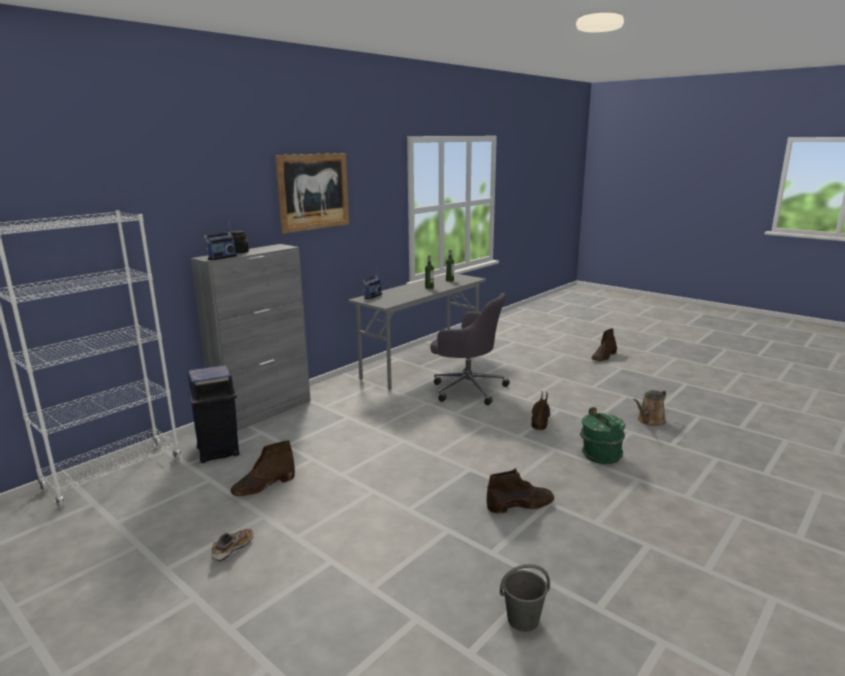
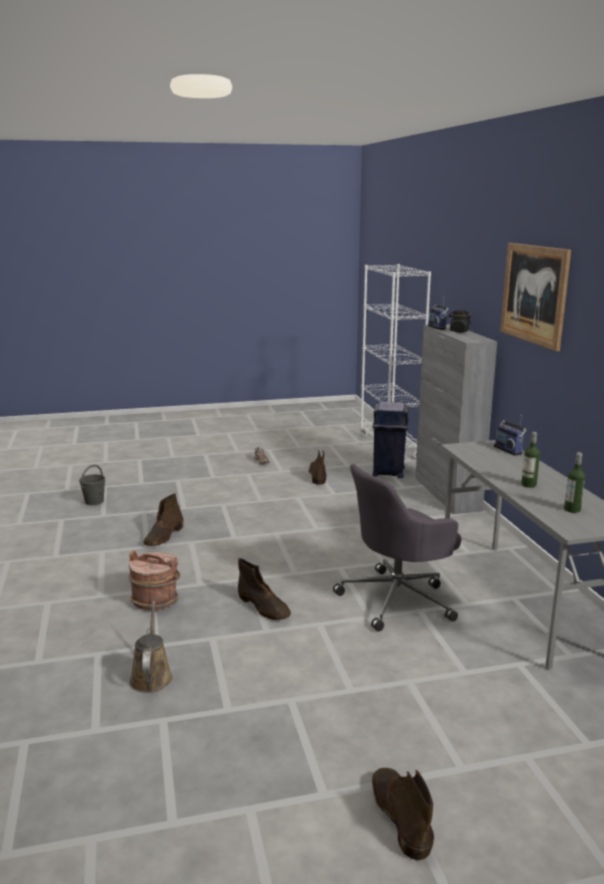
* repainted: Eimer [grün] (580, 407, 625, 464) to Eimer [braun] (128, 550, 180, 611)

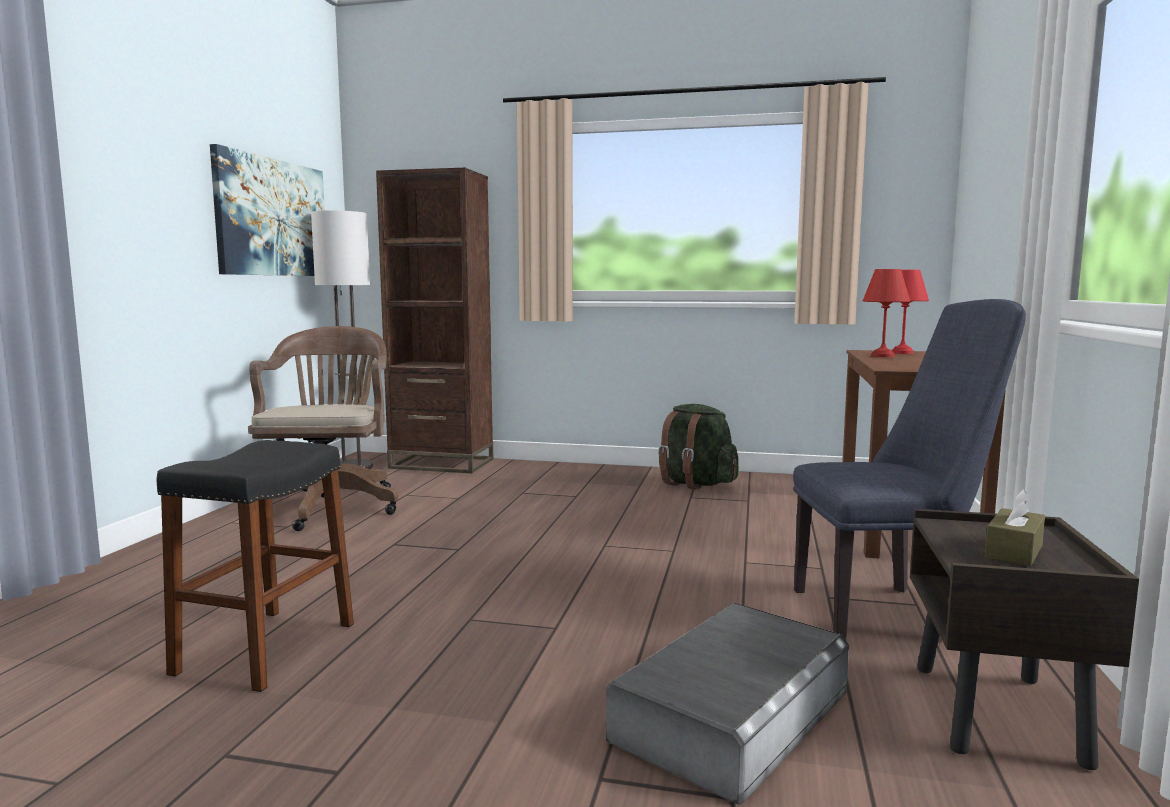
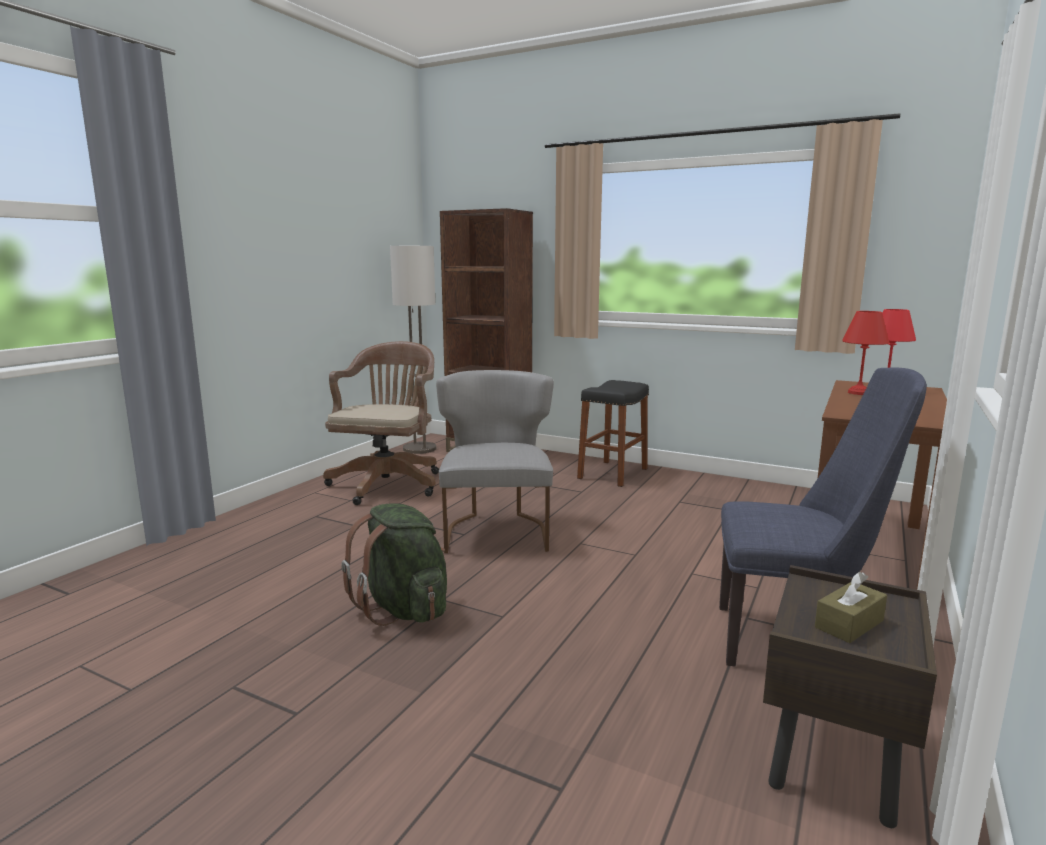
* shifted: Rucksack [grün] (658, 404, 739, 490) to (341, 503, 447, 626)
* new: Stuhl [grau] (436, 370, 554, 553)
* shifted: Hocker [schwarz] (157, 440, 354, 692) to (577, 380, 649, 487)
* gone: Bild (210, 144, 325, 276)
* gone: Aufbewahrungsbox [grau] (606, 603, 849, 805)

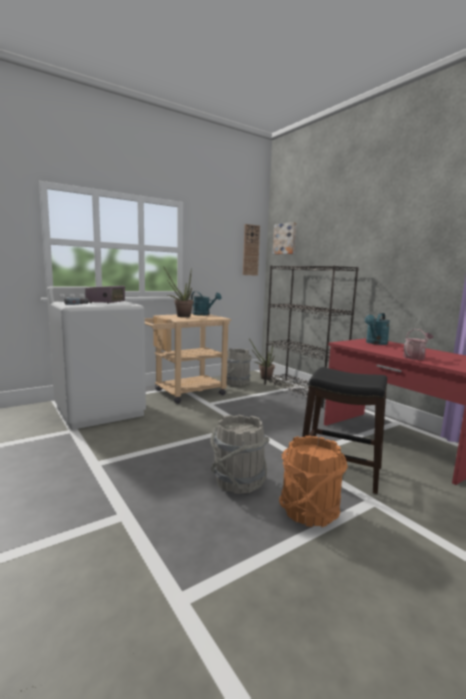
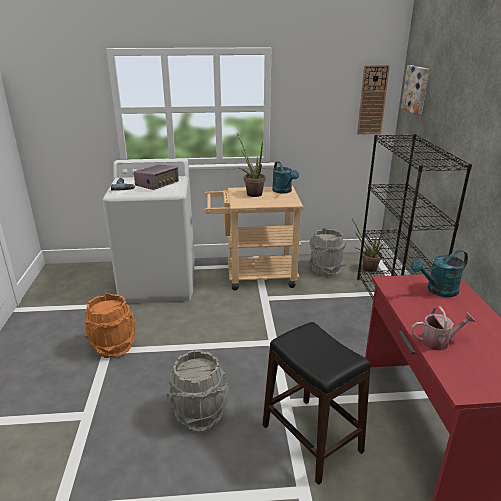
* shifted: Eimer [orange] (279, 436, 348, 527) to (85, 293, 135, 358)

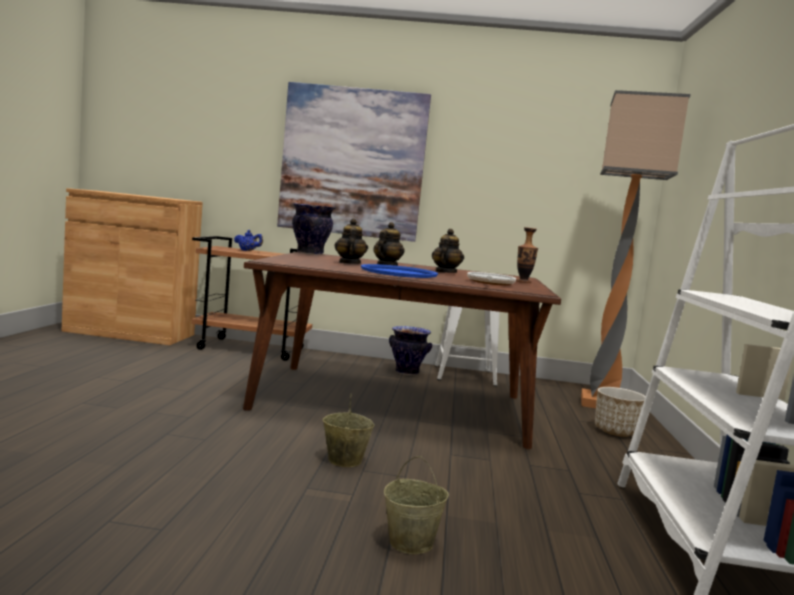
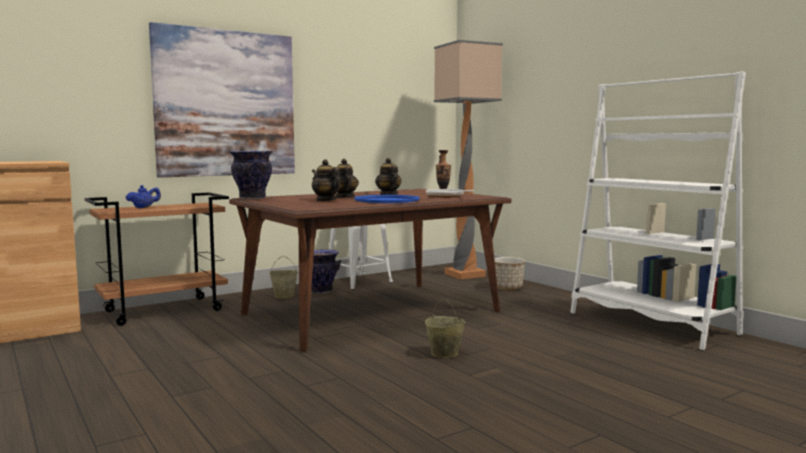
* shifted: Eimer [beige] (384, 456, 449, 554) to (269, 256, 298, 299)

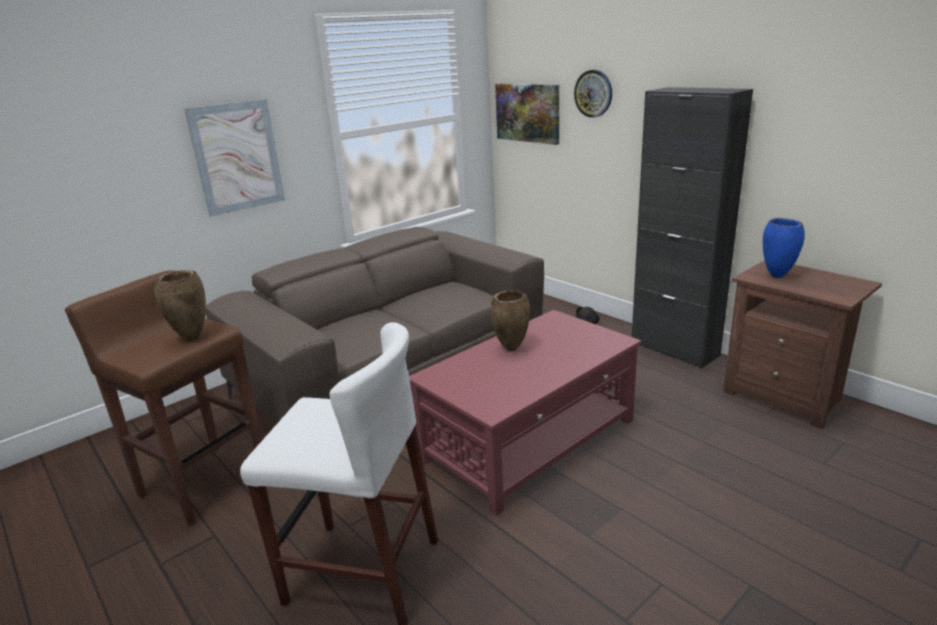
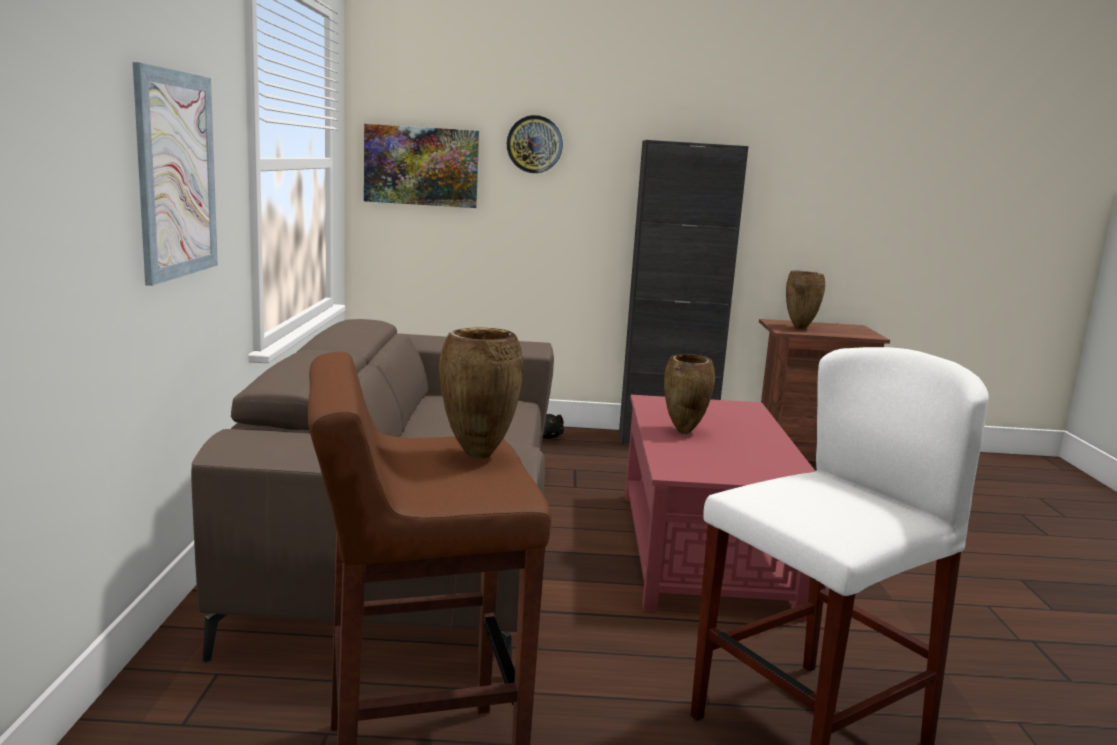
* repainted: Vase [blau] (763, 218, 805, 278) to Vase [braun] (786, 270, 825, 329)

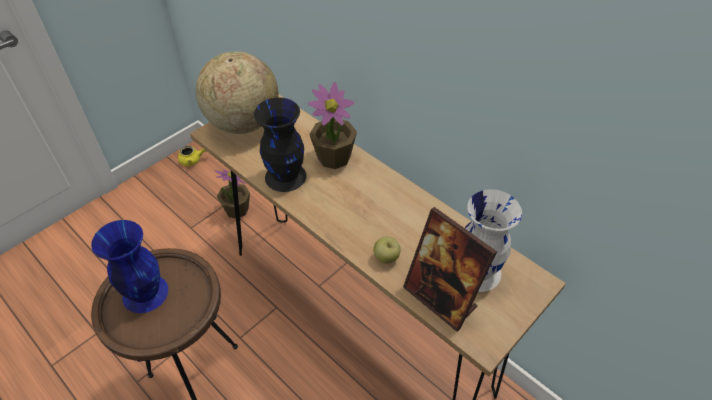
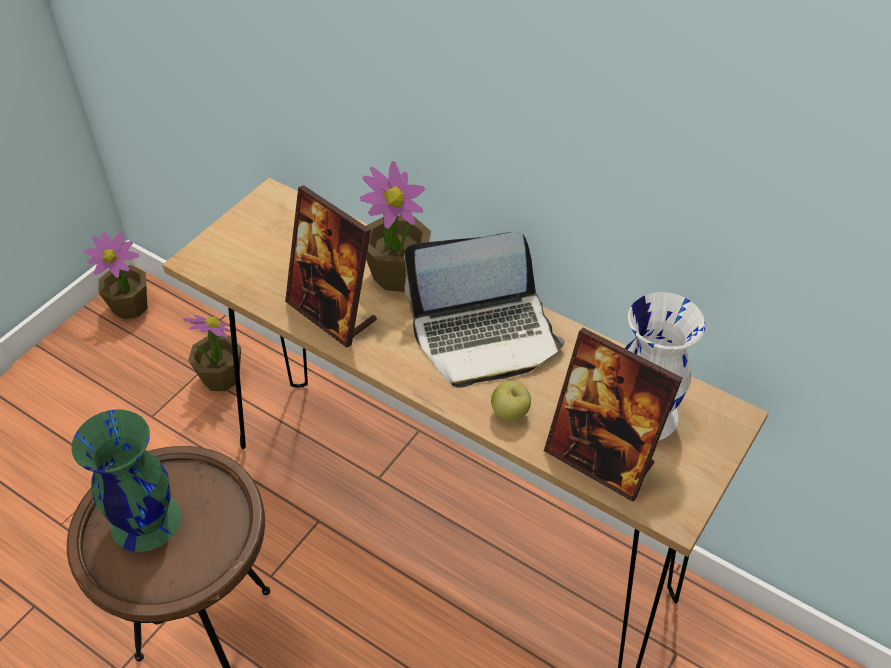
* repainted: Vase [blau] (91, 220, 168, 313) to Vase [grün] (71, 410, 181, 552)
* swapped: Teekanne [gelb] (178, 146, 207, 166) to Topfpflanze (84, 232, 147, 319)
* swapped: Vase [schwarz] (254, 98, 306, 192) to Bilderrahmen (285, 185, 377, 348)
* new: Laptop (404, 231, 565, 388)
* gone: Globus (196, 51, 279, 134)

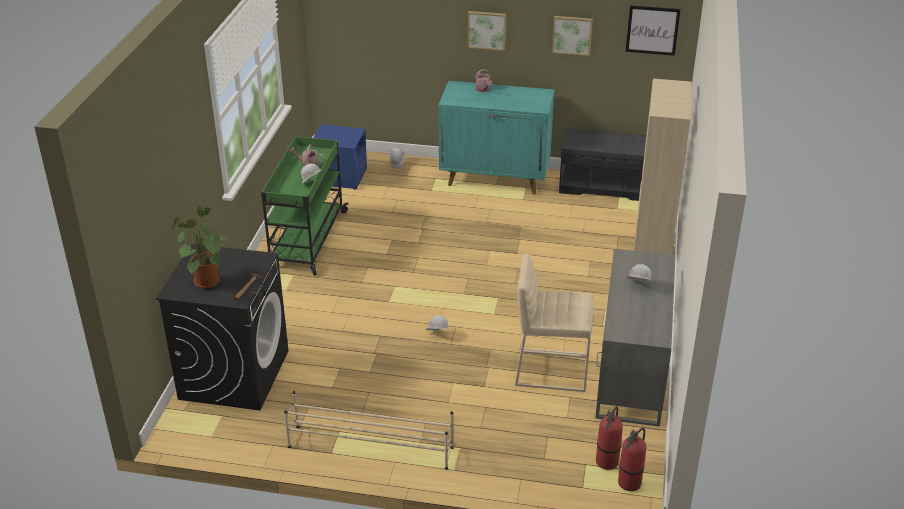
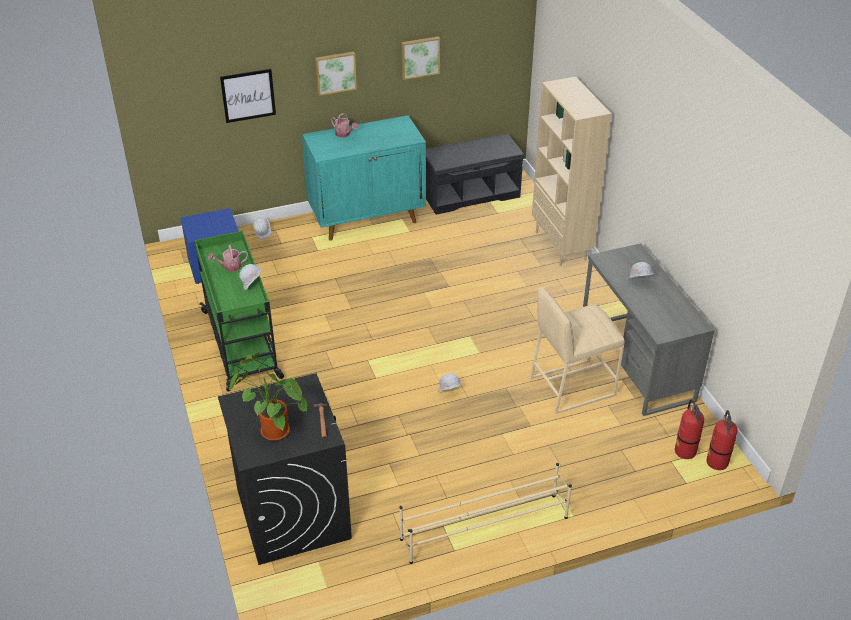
* shifted: Bild (626, 5, 680, 56) to (220, 69, 276, 123)

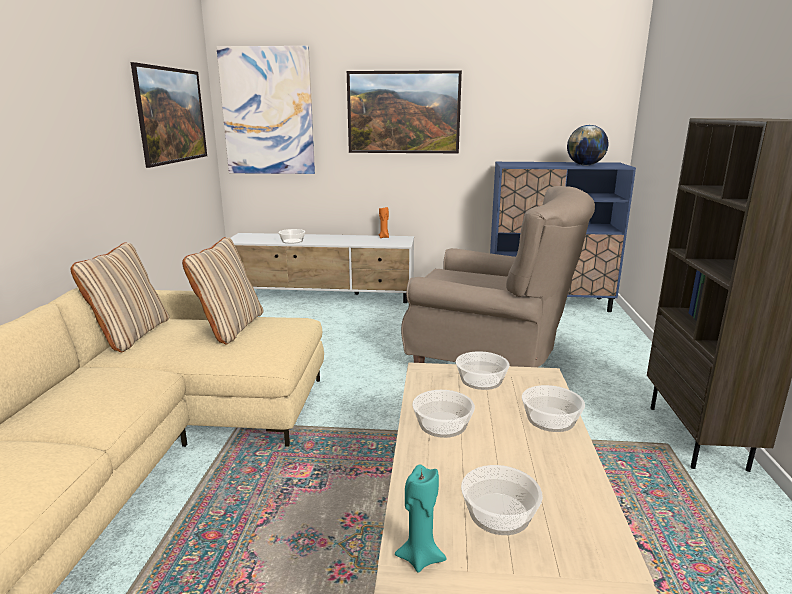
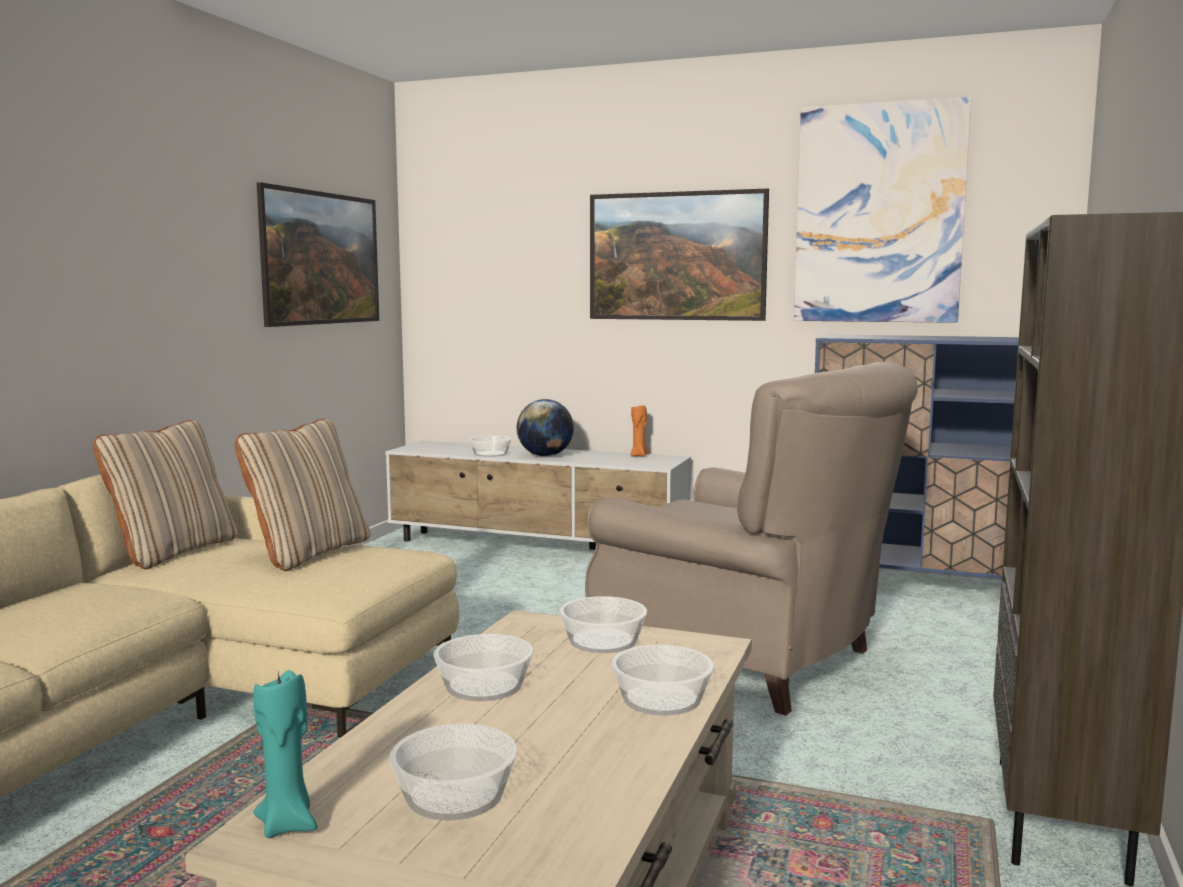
* shifted: Globus (567, 125, 608, 165) to (517, 399, 574, 456)
* shifted: Bild (216, 46, 315, 174) to (794, 97, 971, 323)

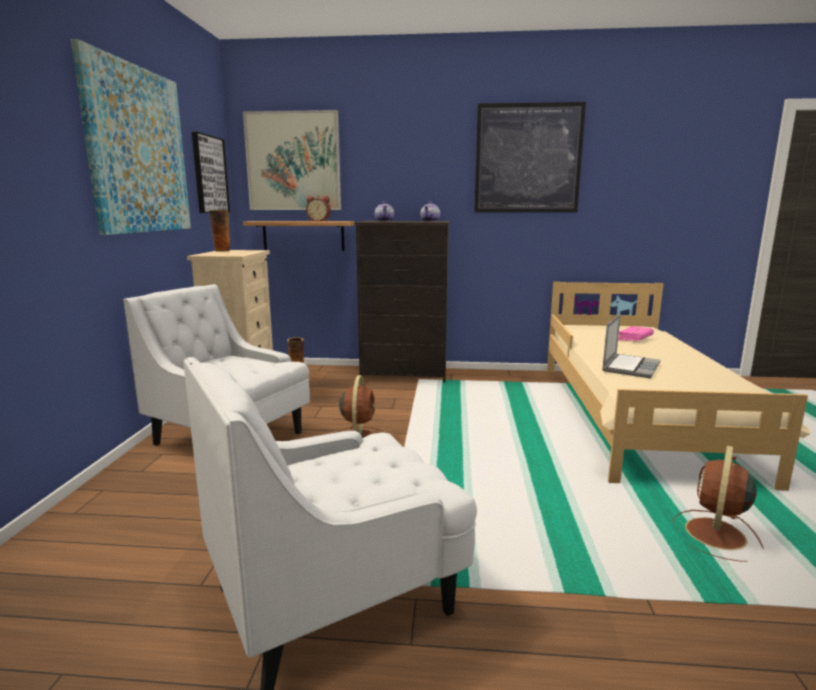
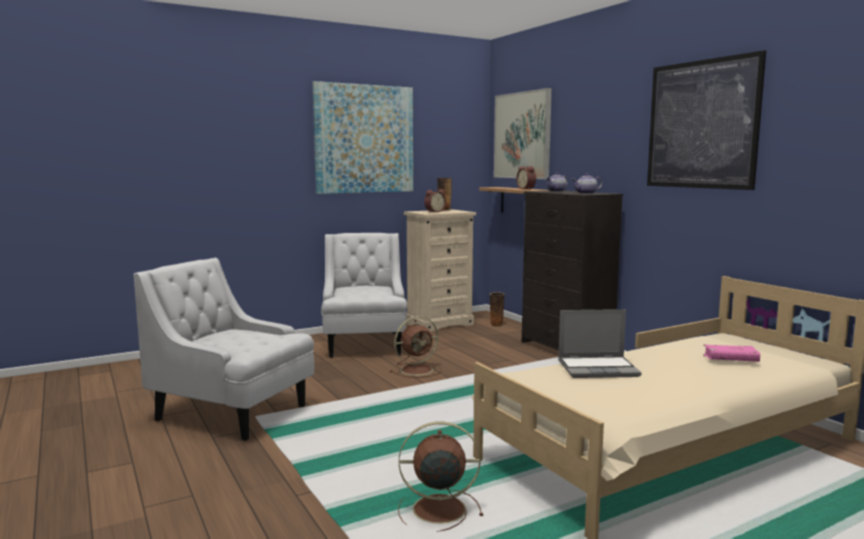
* new: Wecker (424, 189, 446, 213)
* gone: Bild (192, 132, 230, 213)

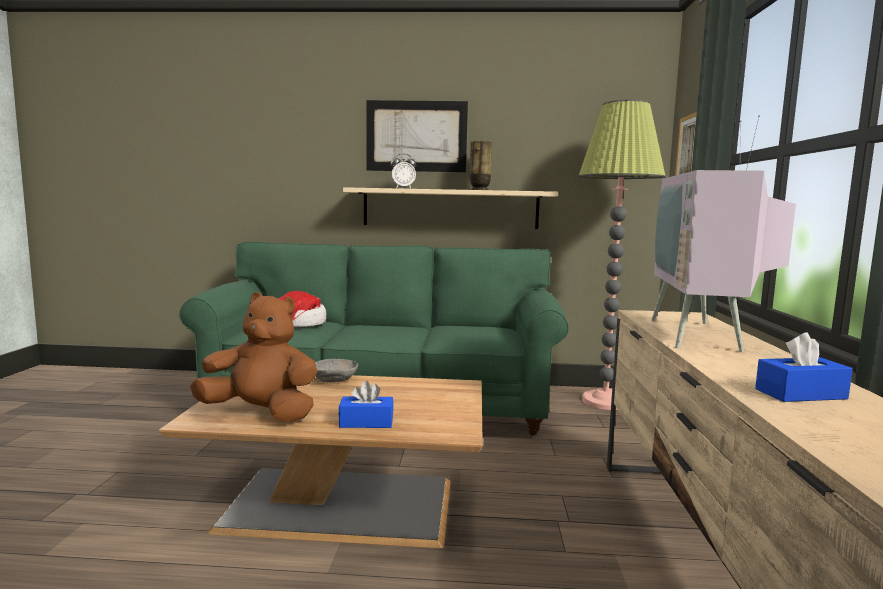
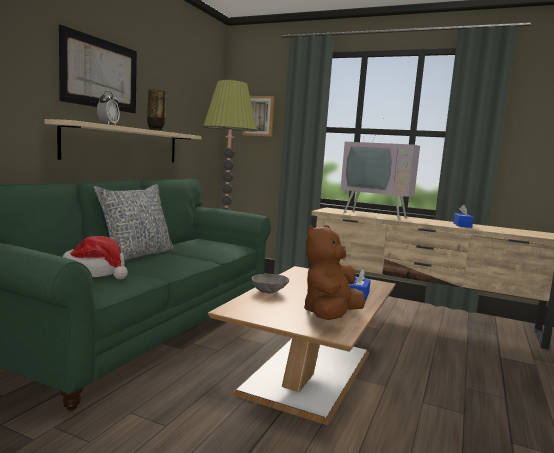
* new: Kissen (93, 184, 174, 262)

